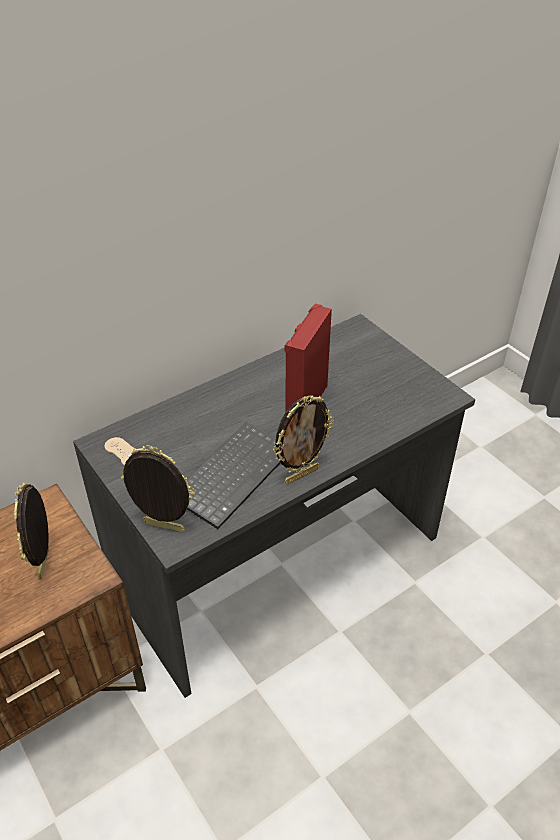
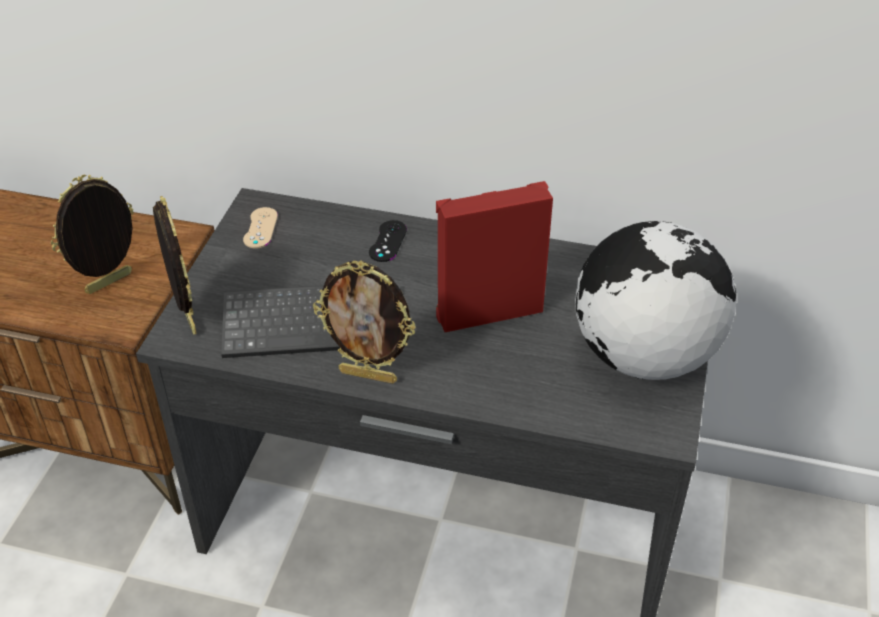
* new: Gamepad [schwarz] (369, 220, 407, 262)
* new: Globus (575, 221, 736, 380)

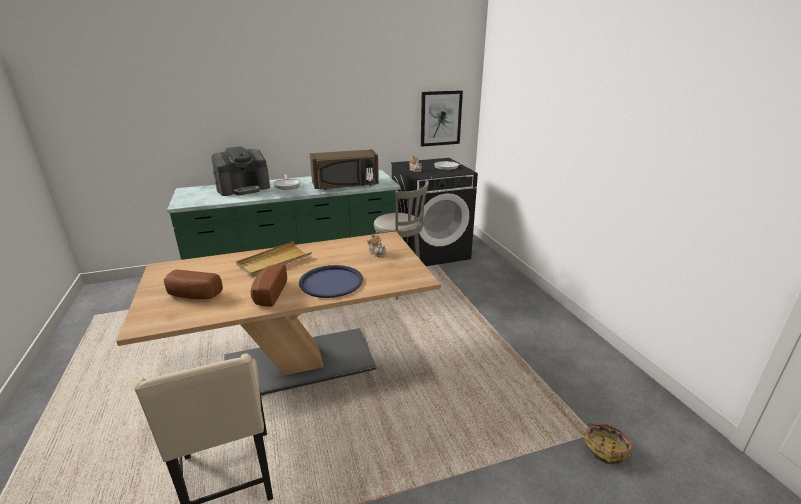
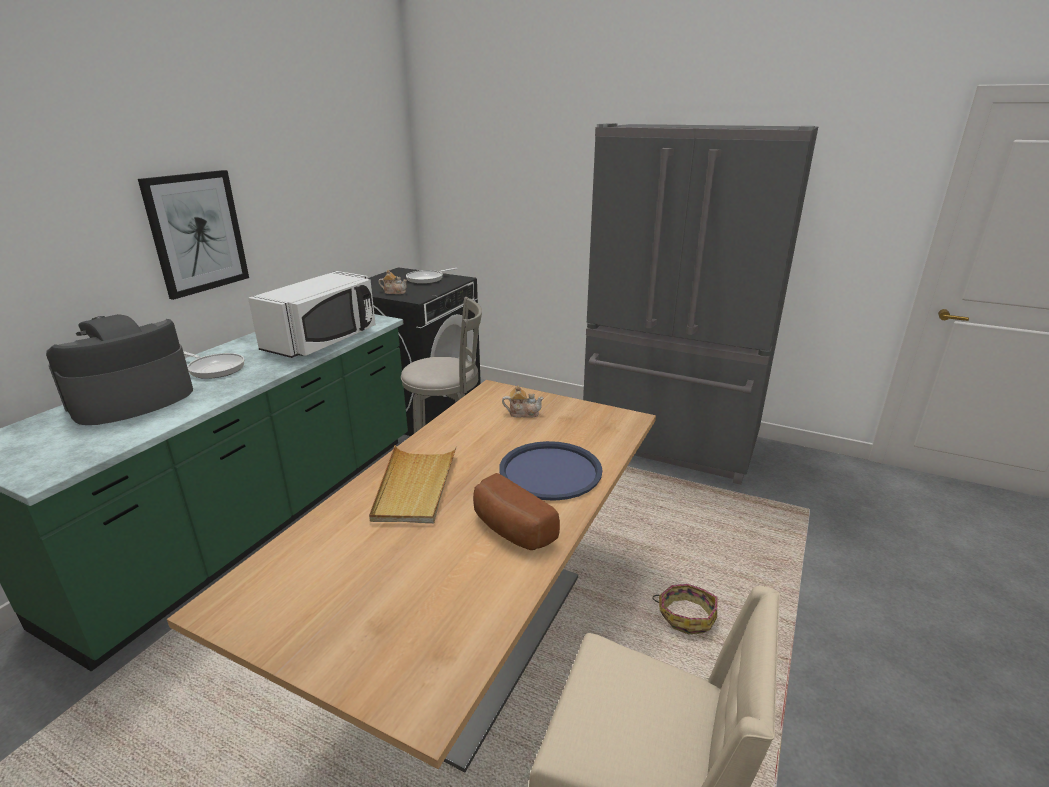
* rotated: Kaffeemaschine (211, 146, 270, 196) = (46, 314, 193, 425) 150 degrees counterclockwise
* shifted: Bild (421, 90, 463, 147) to (138, 170, 249, 300)
* repainted: Mikrowelle [braun] (310, 149, 379, 190) to Mikrowelle [weiß] (248, 271, 376, 358)
* new: Kühlschrank [grau] (583, 123, 818, 485)
* shifted: Korb (584, 423, 633, 464) to (652, 584, 717, 635)
* gone: Brot (164, 269, 223, 299)

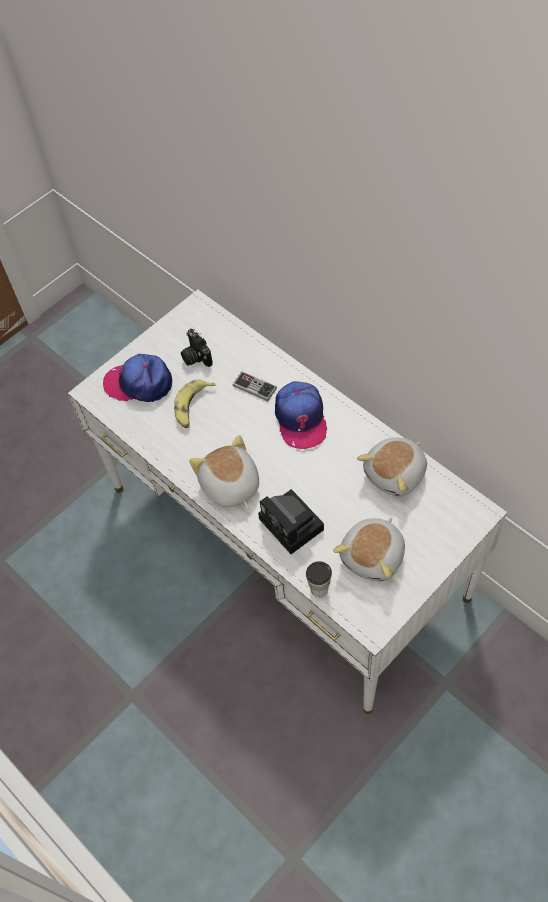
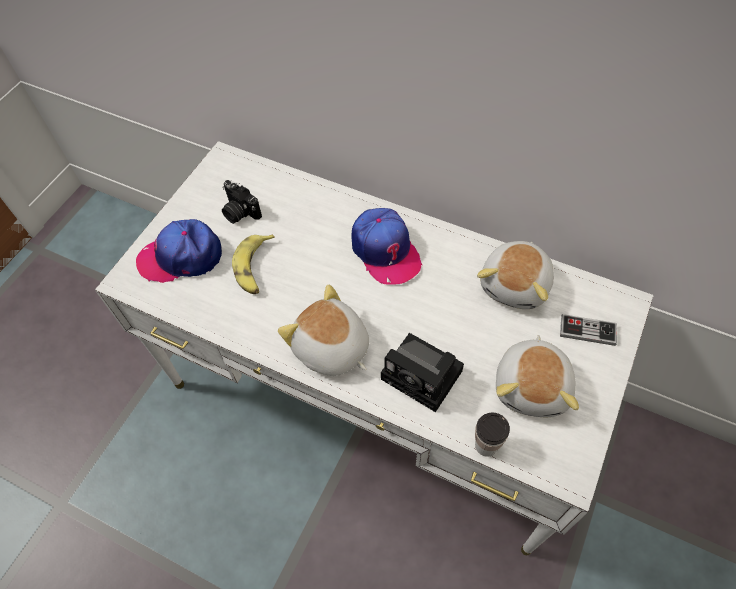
* shifted: Gamepad (233, 371, 277, 401) to (560, 314, 617, 346)

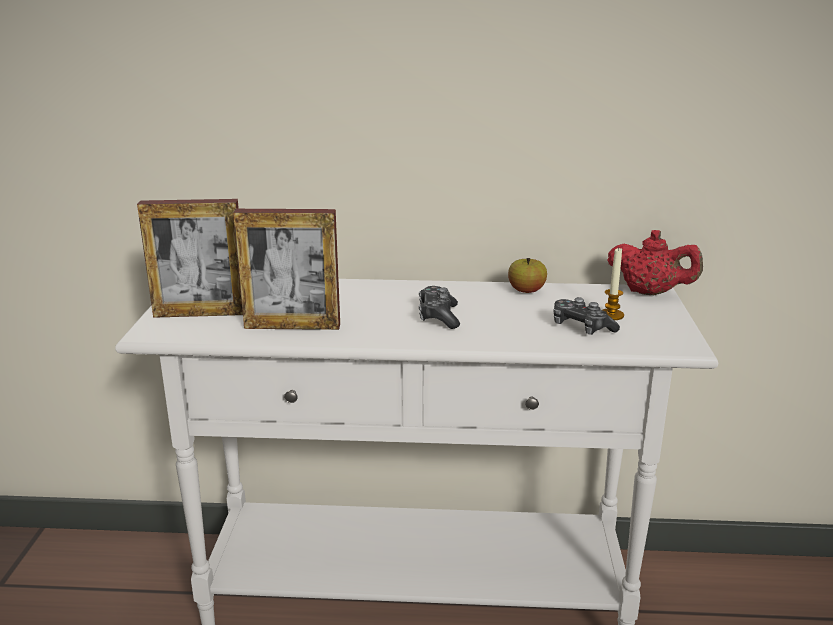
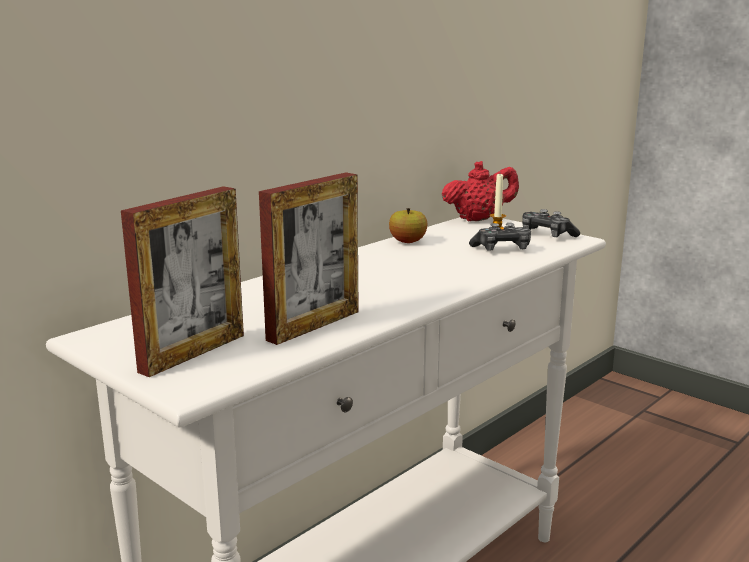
* shifted: Gamepad (419, 286, 460, 329) to (522, 209, 580, 237)

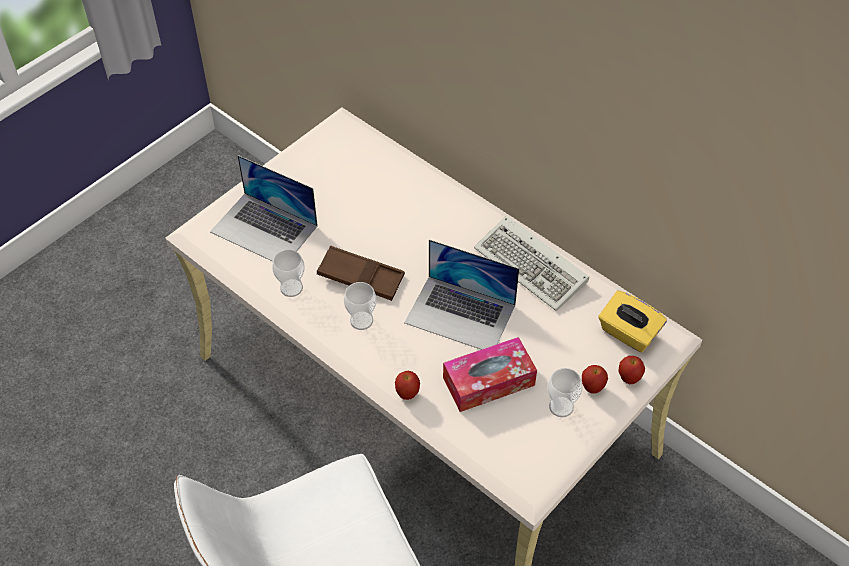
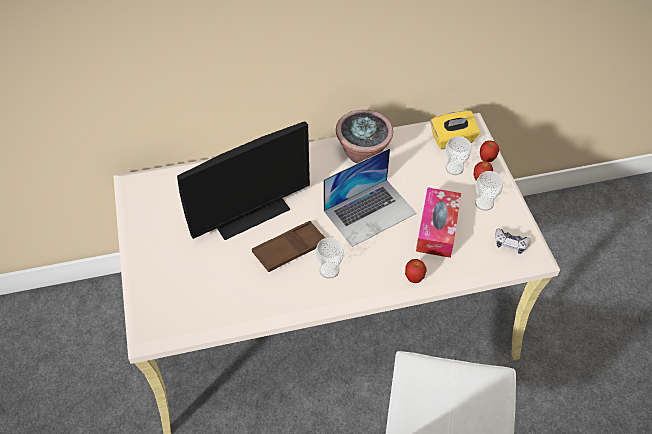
* new: Monitor (177, 121, 310, 240)
* swapped: Tastatur (474, 216, 589, 311) to Topfpflanze (336, 110, 393, 163)
* shifted: Tasse (272, 249, 305, 297) to (445, 136, 471, 175)
* new: Gamepad (495, 228, 531, 254)
* gone: Laptop (210, 155, 318, 262)

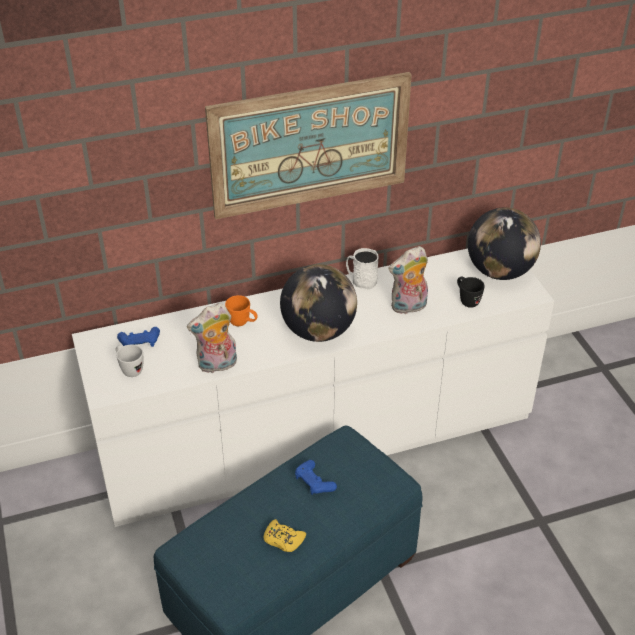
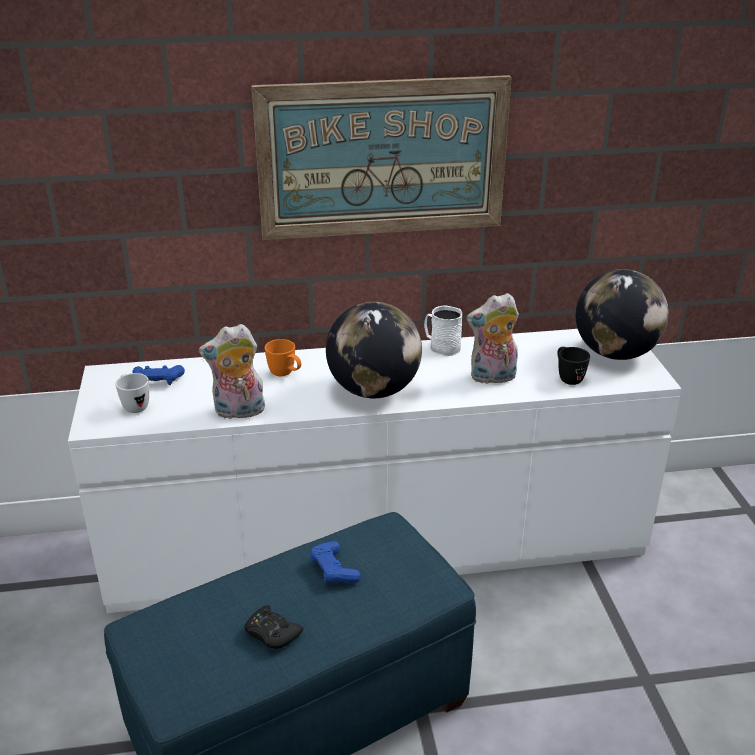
* repainted: Gamepad [gelb] (263, 519, 306, 552) to Gamepad [schwarz] (245, 605, 303, 649)

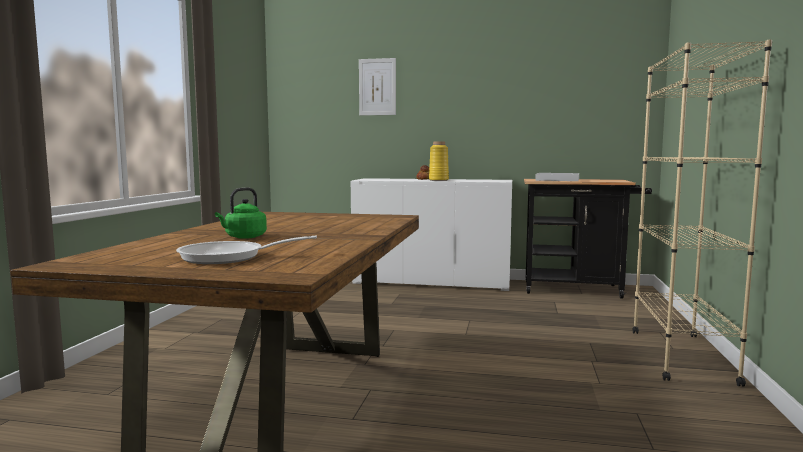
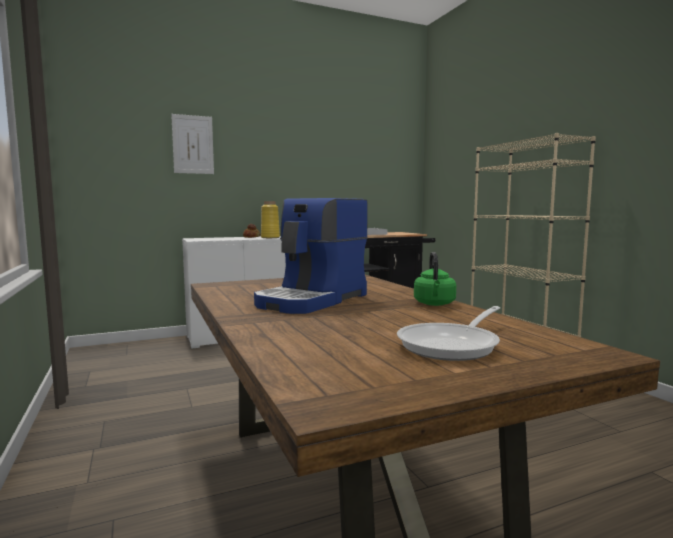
* new: Kaffeemaschine (254, 198, 368, 314)
* shifted: Wasserkessel [grün] (215, 187, 267, 239) to (414, 252, 456, 306)

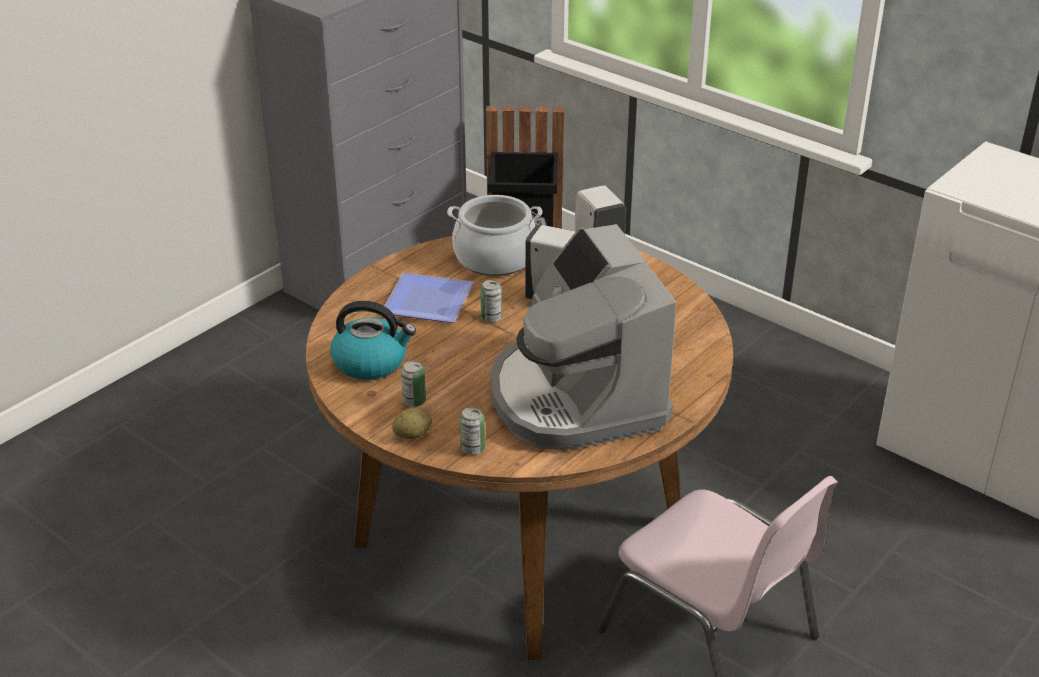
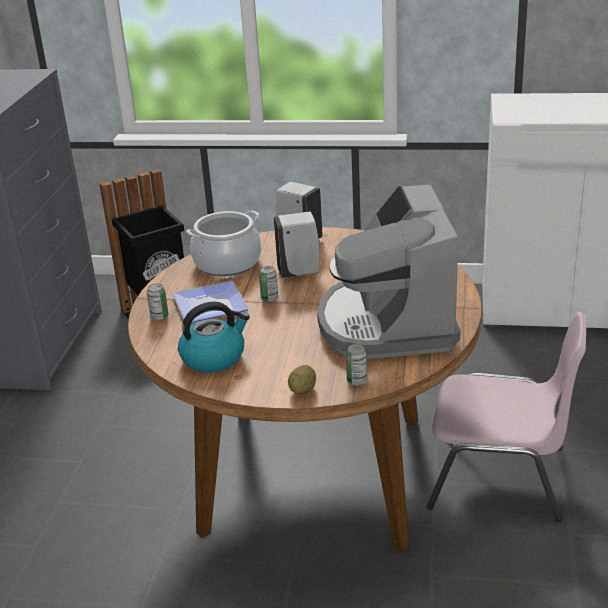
* shifted: Dose (401, 361, 426, 407) to (147, 284, 168, 320)
* rotated: Kaffeemaschine (491, 224, 676, 450) = (317, 185, 461, 359) 45 degrees clockwise

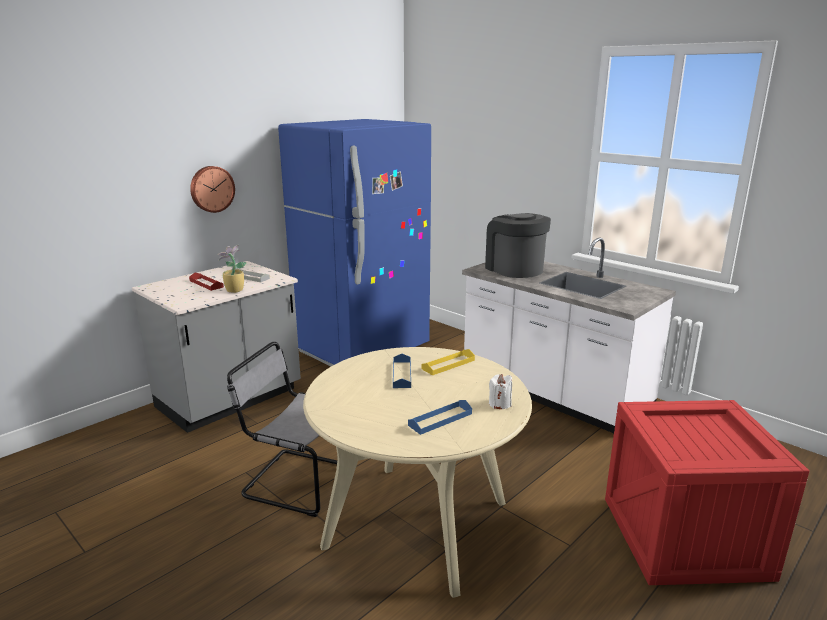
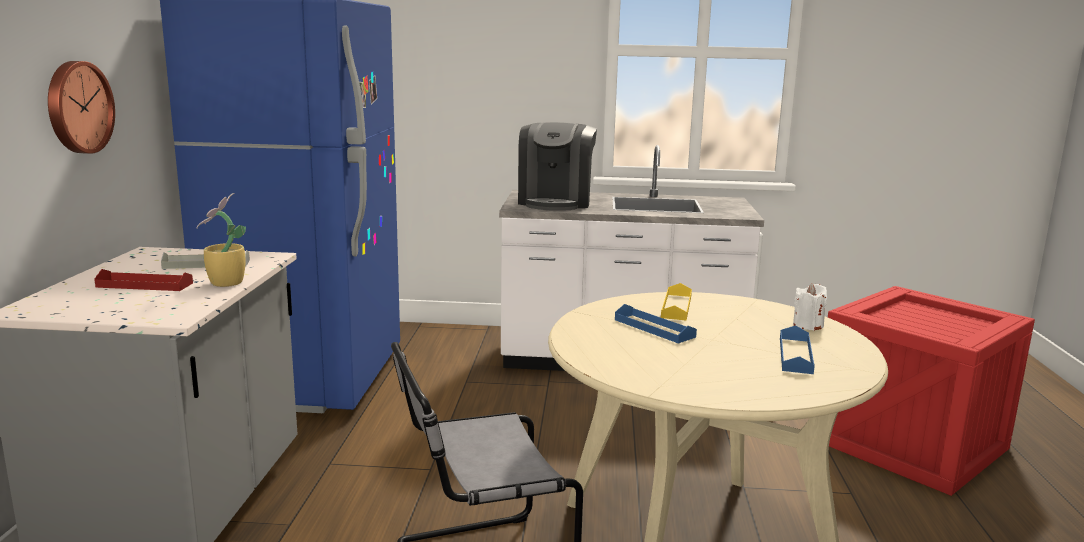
* rotated: Kaffeemaschine (485, 213, 551, 278) = (518, 122, 597, 211) 105 degrees counterclockwise

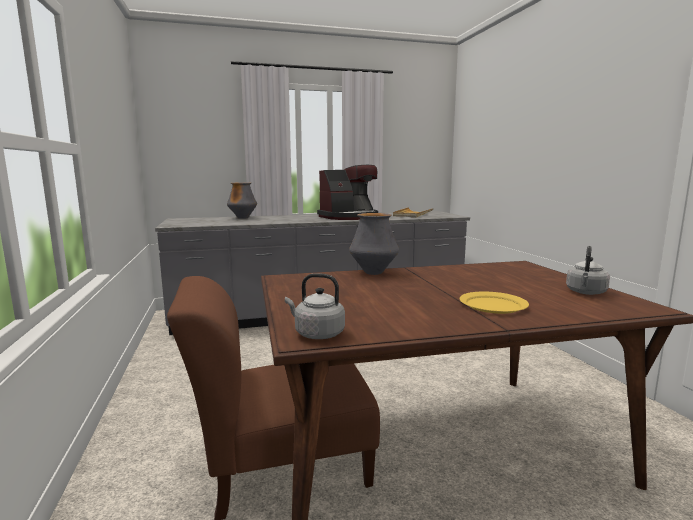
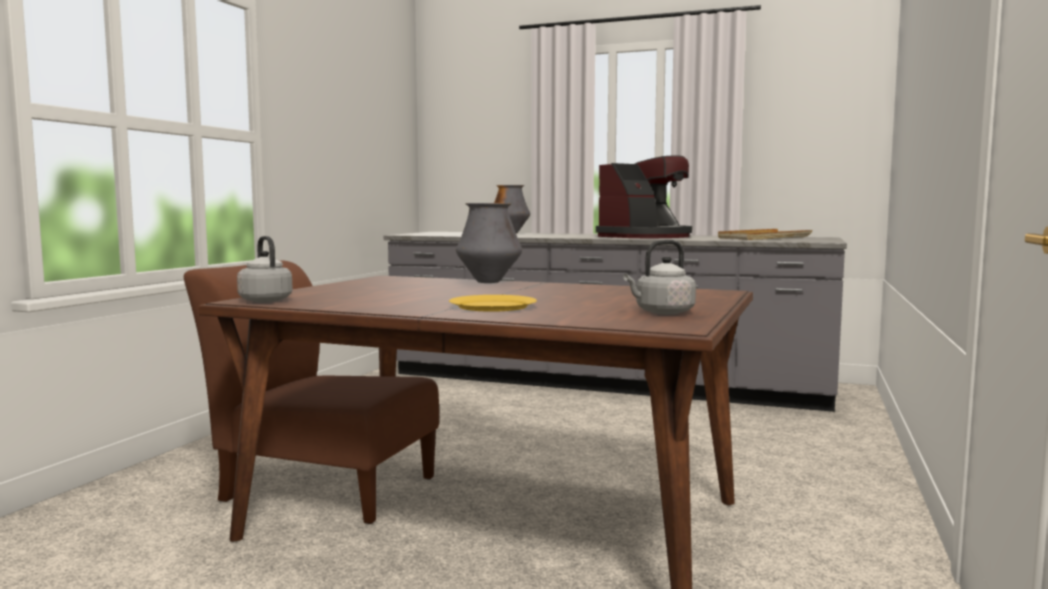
* rotated: Kaffeemaschine (317, 165, 378, 220) = (596, 155, 692, 238) 45 degrees counterclockwise

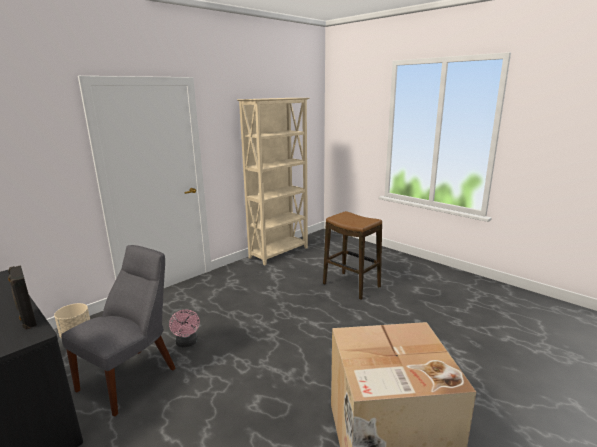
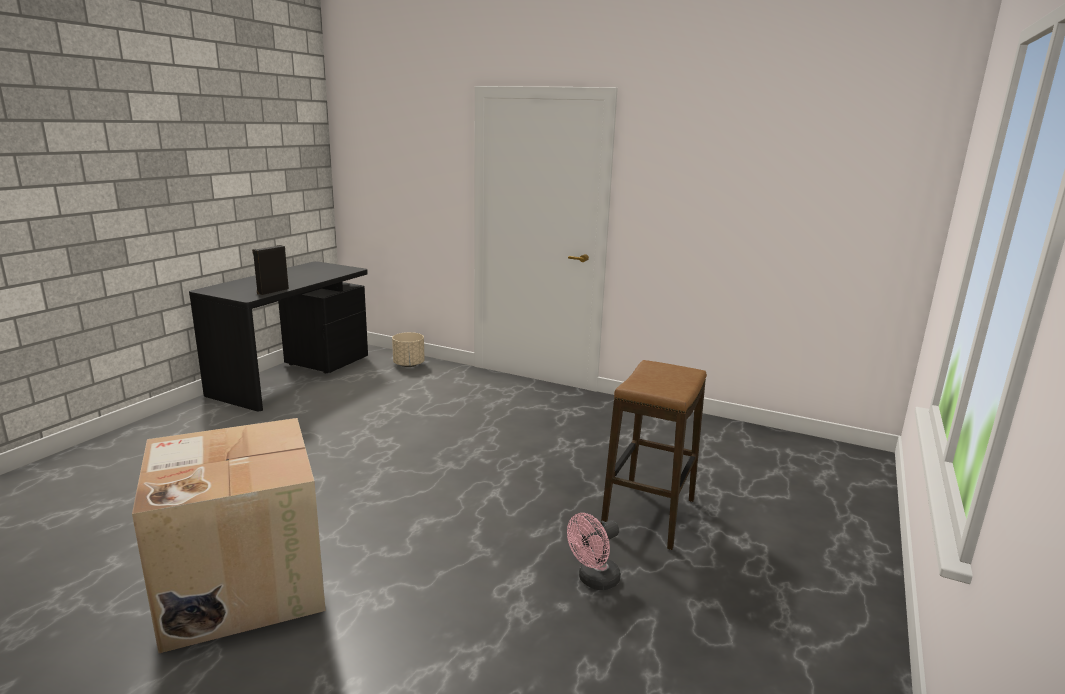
* shifted: Ventilator [rosa] (169, 309, 200, 347) to (567, 513, 621, 590)
* gone: Stuhl [grau] (61, 245, 176, 417)
* gone: Bücherregal [beige] (237, 98, 309, 266)

